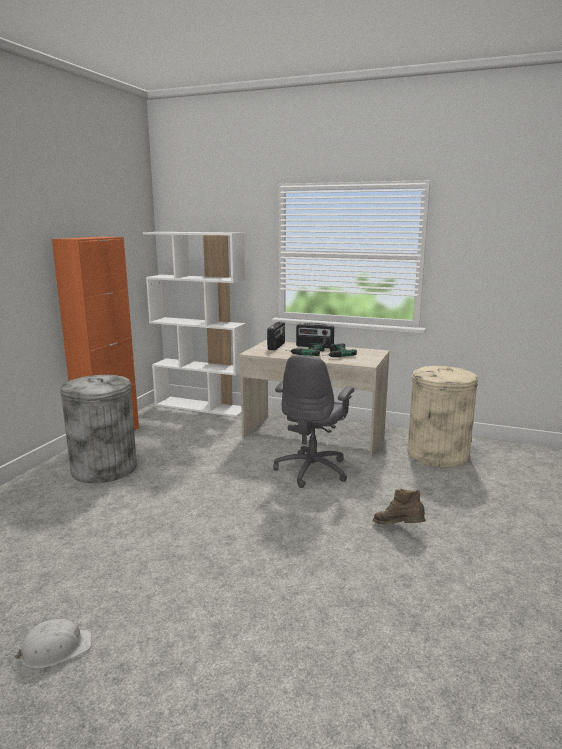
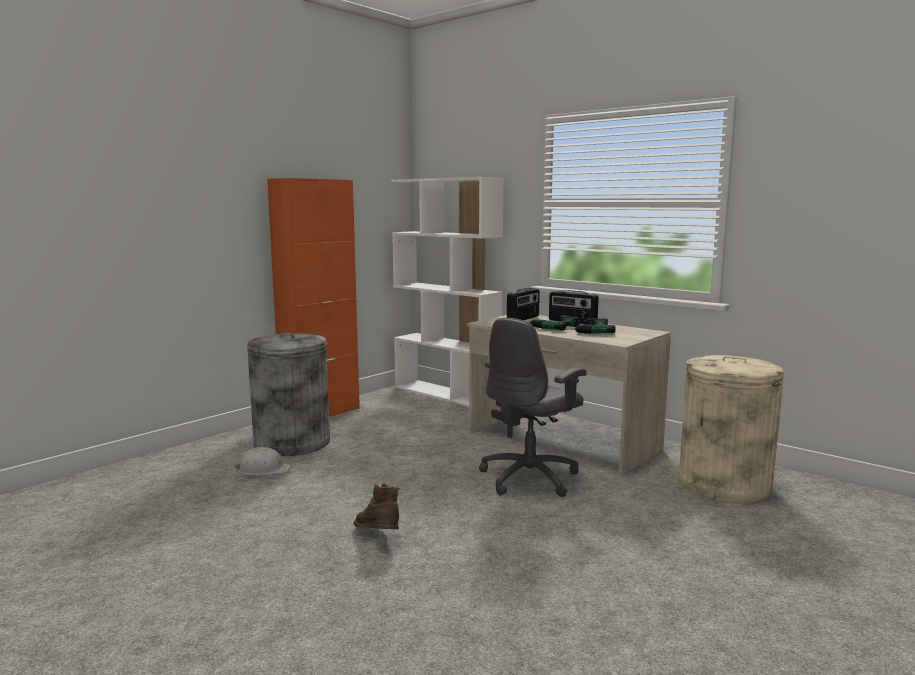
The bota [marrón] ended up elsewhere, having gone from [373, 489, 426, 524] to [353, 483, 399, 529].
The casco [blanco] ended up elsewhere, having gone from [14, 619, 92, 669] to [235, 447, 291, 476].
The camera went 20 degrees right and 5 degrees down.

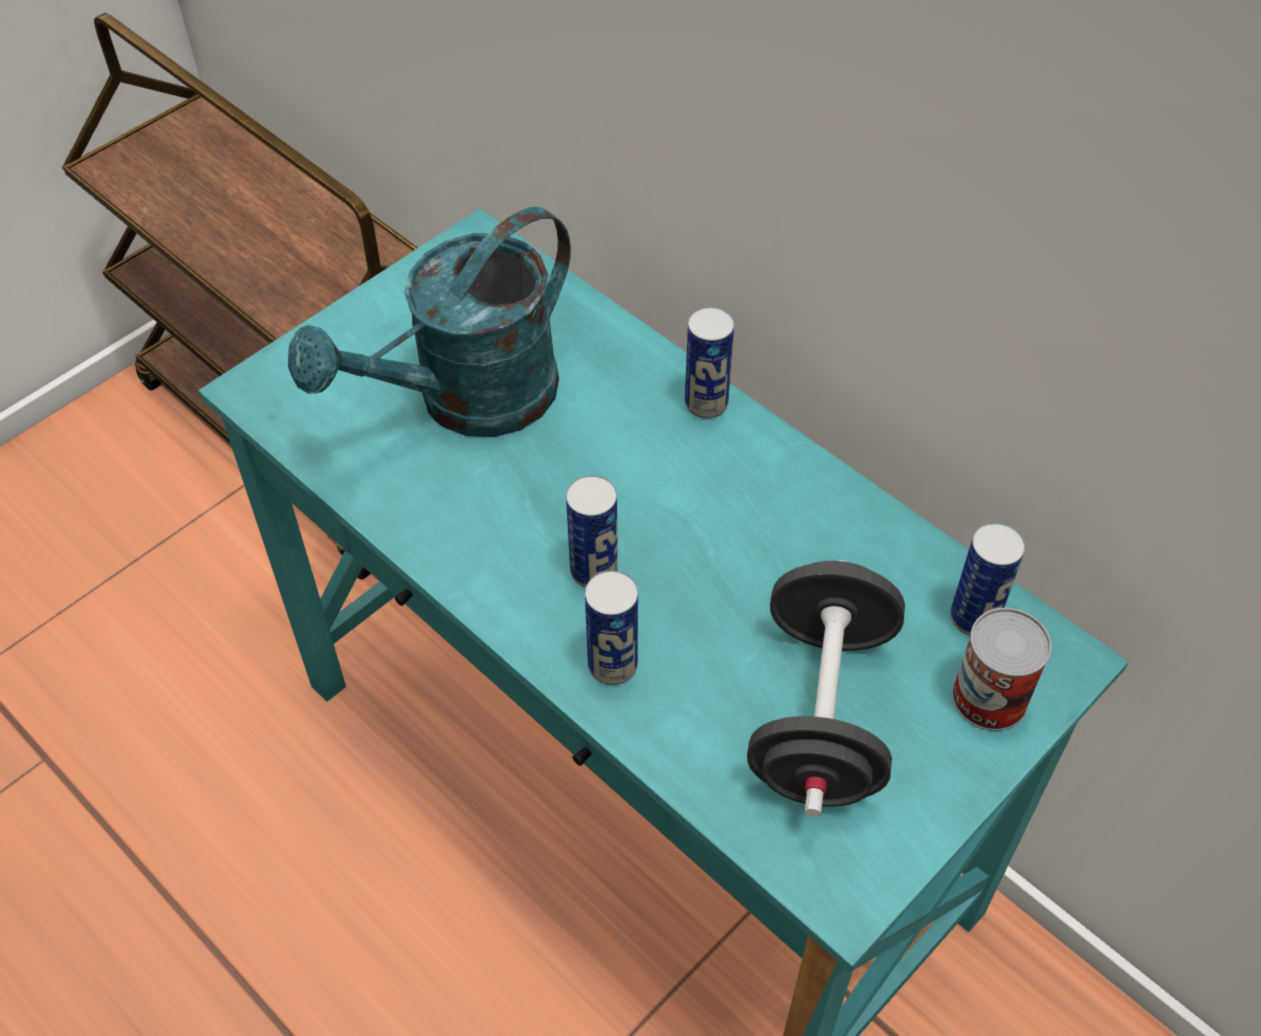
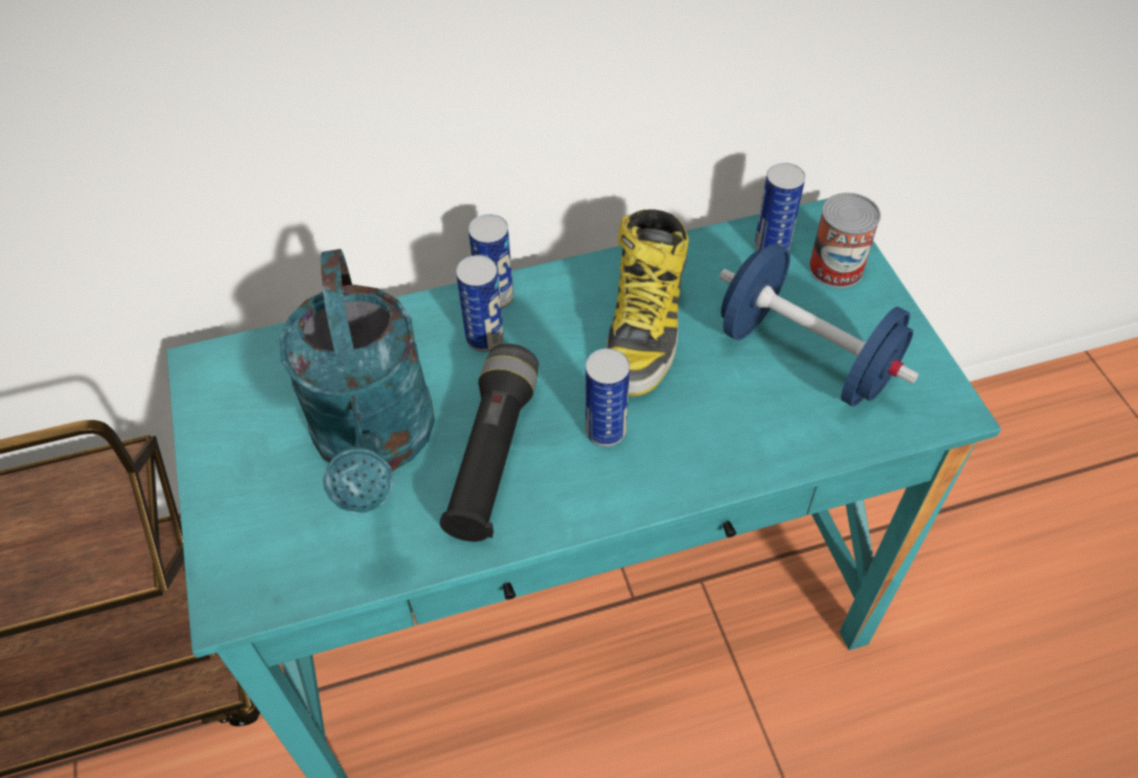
What was the mancuerna [negro] at [747, 560, 905, 817] turned into the mancuerna [azul] at [719, 244, 919, 407].
The lata ended up elsewhere, having gone from [585, 570, 638, 685] to [456, 255, 504, 352].
The second view gained the bota at [605, 209, 689, 397].
The second view gained the linterna [negro] at [440, 344, 539, 542].
The camera went 60 degrees left and 0 degrees up.

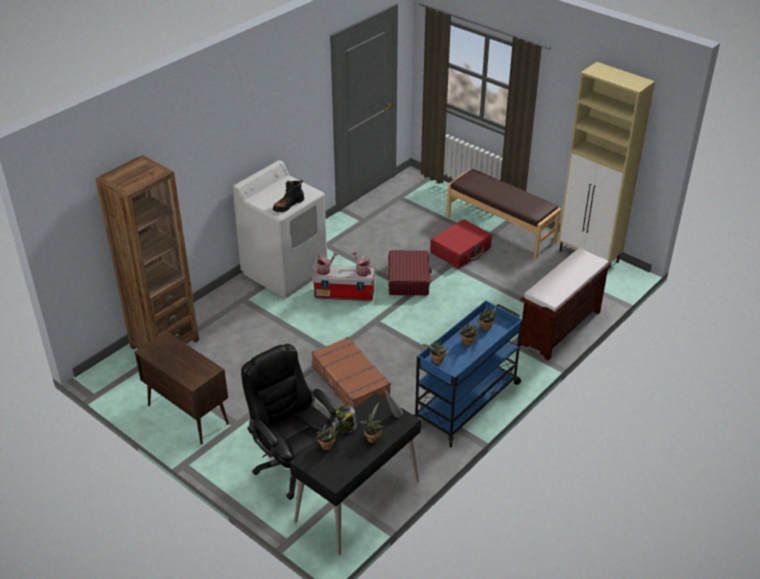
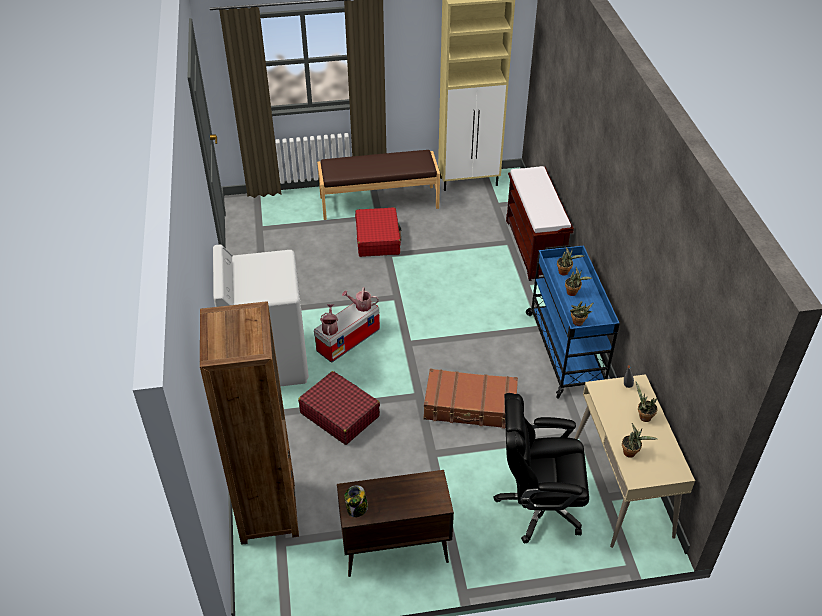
The second view lost the bota [negro] at [273, 180, 304, 212].
The maleta [rojo] ended up elsewhere, having gone from [388, 250, 432, 296] to [298, 371, 380, 445].
What was the escritorio [negro] at [290, 392, 421, 555] turned into the escritorio [beis] at [574, 374, 695, 548].
The tarro ended up elsewhere, having gone from [336, 405, 357, 433] to [344, 485, 368, 517].
The camera went 50 degrees left and 5 degrees up.

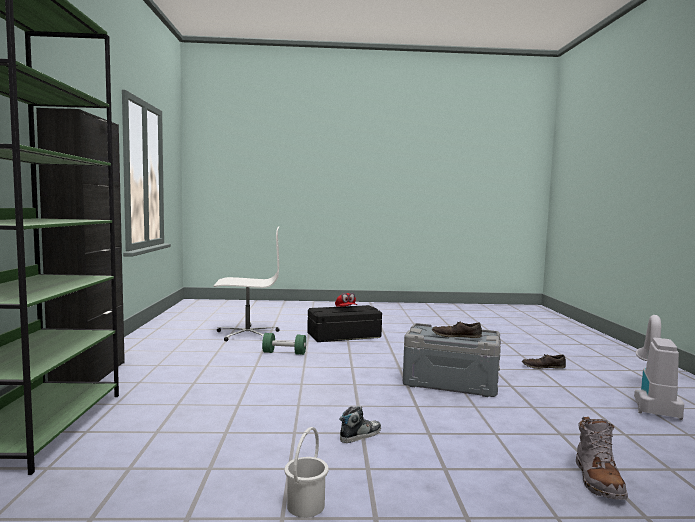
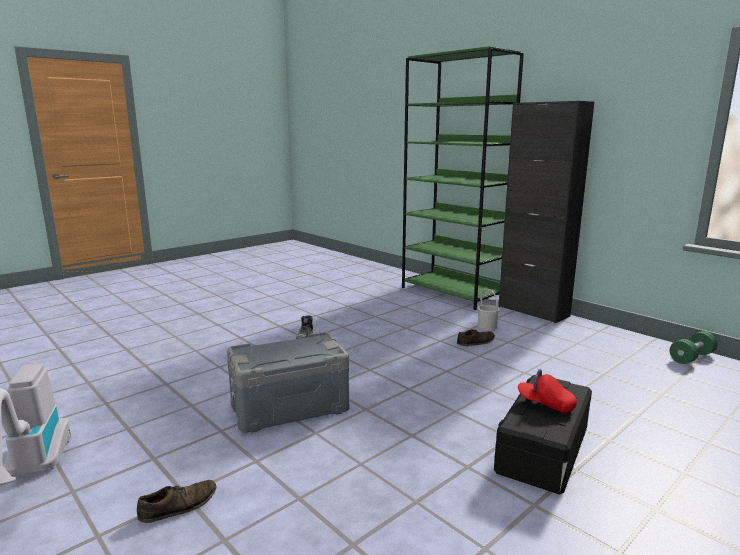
The second view lost the silla de oficina [blanco] at [214, 226, 279, 341].
The zapato [marrón] ended up elsewhere, having gone from [432, 321, 482, 338] to [457, 329, 495, 346].
The mancuerna [verde] ended up elsewhere, having gone from [262, 333, 306, 355] to [670, 331, 717, 364].
The second view lost the bota [gris] at [576, 416, 628, 500].
The cubo [blanco] ended up elsewhere, having gone from [284, 427, 329, 518] to [477, 289, 500, 331].
The camera went 140 degrees right and 10 degrees up.

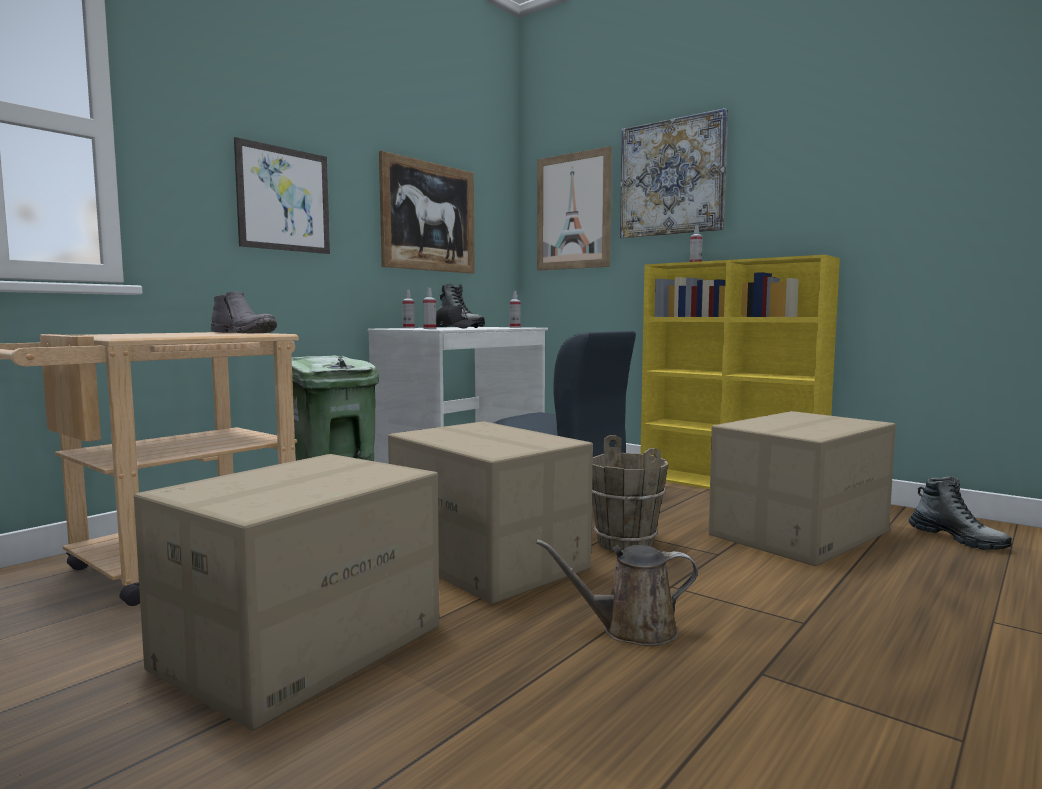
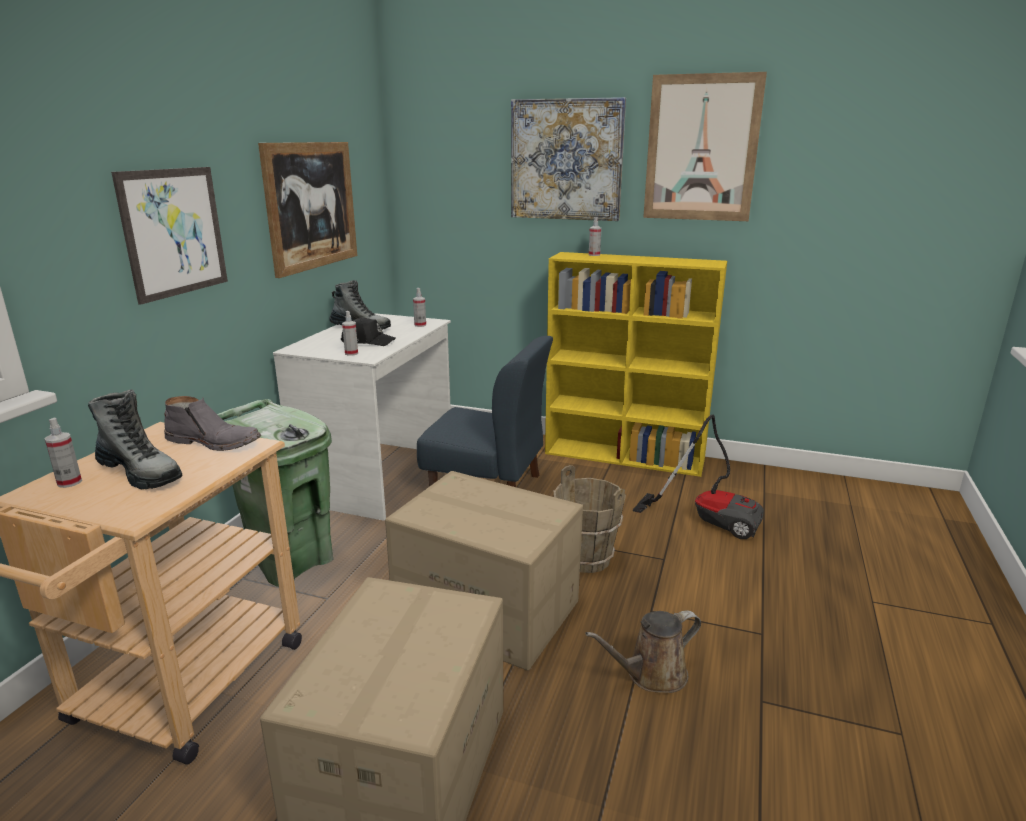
The cuadro ended up elsewhere, having gone from [537, 146, 612, 271] to [643, 72, 767, 221].
The pulverizador ended up elsewhere, having gone from [402, 290, 415, 328] to [44, 418, 82, 488].
Where the caja de cartón stood at [709, 411, 896, 566], the aspiradora came to stand at [633, 415, 764, 539].
The bota ended up elsewhere, having gone from [909, 476, 1012, 550] to [88, 389, 183, 489].
The camera went 20 degrees left and 15 degrees up.

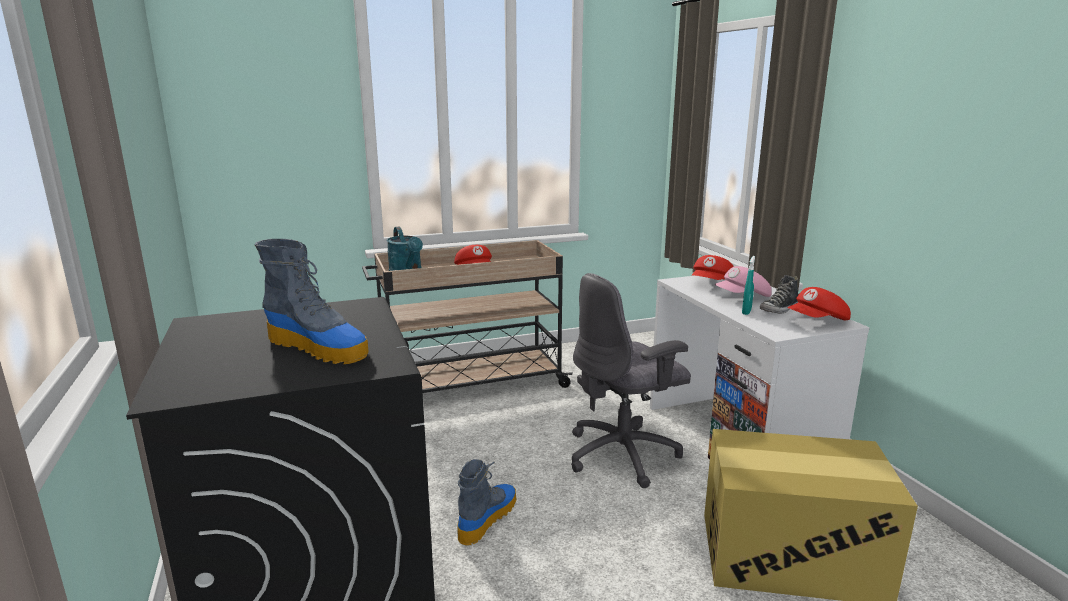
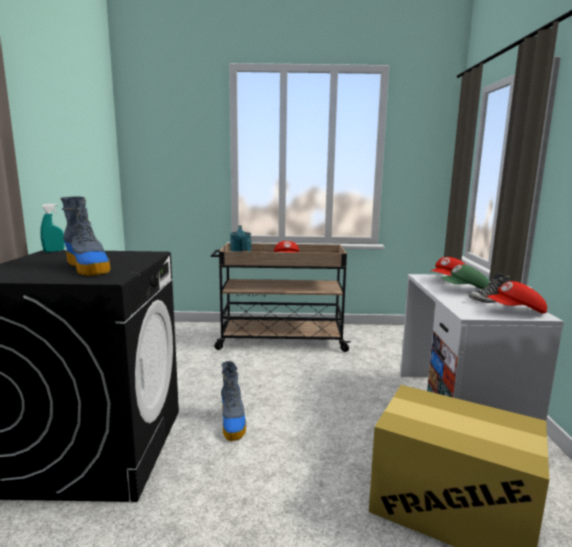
The pulverizador [turquesa] ended up elsewhere, having gone from [742, 256, 755, 315] to [40, 203, 64, 252].
What was the gorra [rosa] at [714, 266, 772, 297] turned into the gorra [verde] at [441, 264, 490, 289].
The second view lost the silla de oficina [gris] at [571, 273, 691, 488].
The bota at [457, 459, 516, 546] ended up facing another way, 120 degrees clockwise from before.
The camera went 20 degrees right and 5 degrees down.

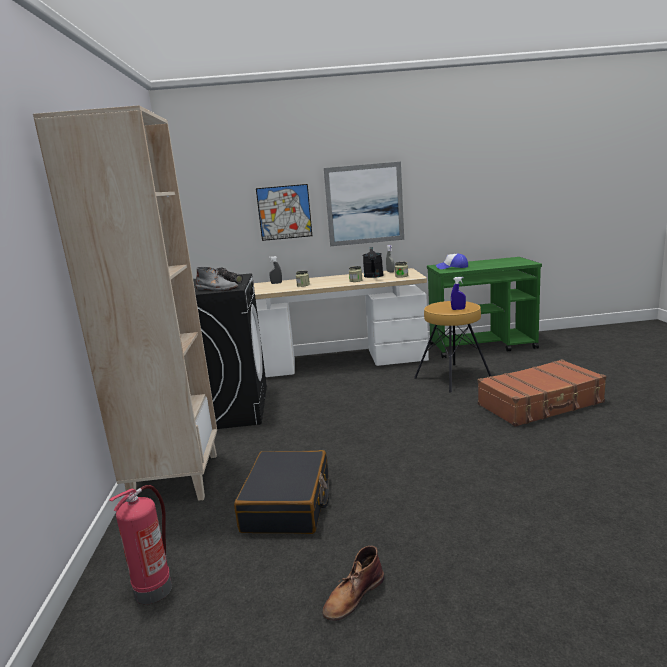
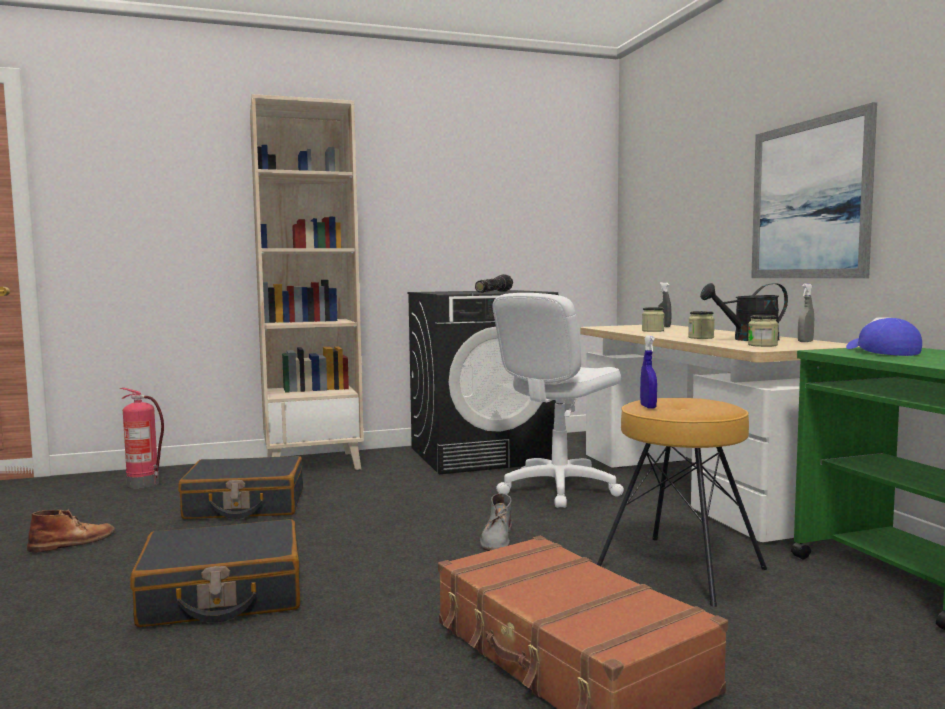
The second view lost the cuadro at [256, 184, 312, 241].
The bota [gris] ended up elsewhere, having gone from [196, 267, 238, 291] to [480, 493, 512, 551].
The bota [marrón] at [323, 546, 384, 621] ended up facing another way, 105 degrees clockwise from before.
The second view gained the silla de oficina [blanco] at [493, 293, 624, 508].
The second view gained the maleta [negro] at [130, 519, 300, 627].
The camera went 75 degrees right and 10 degrees down.

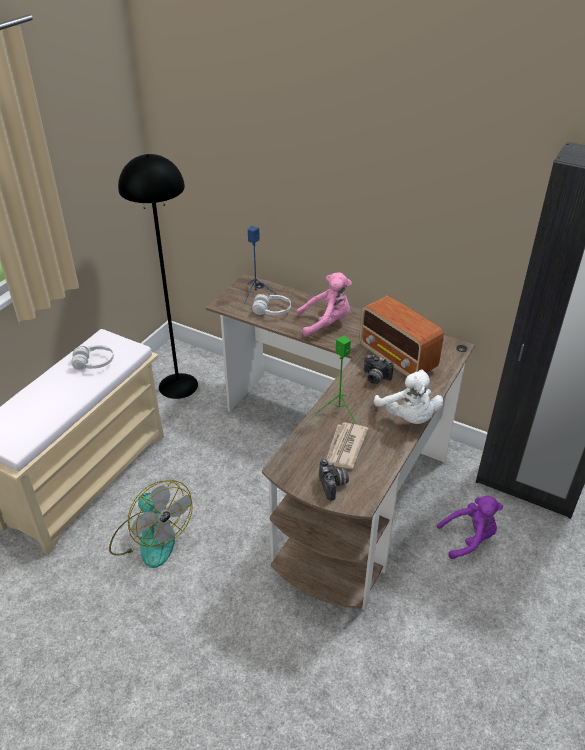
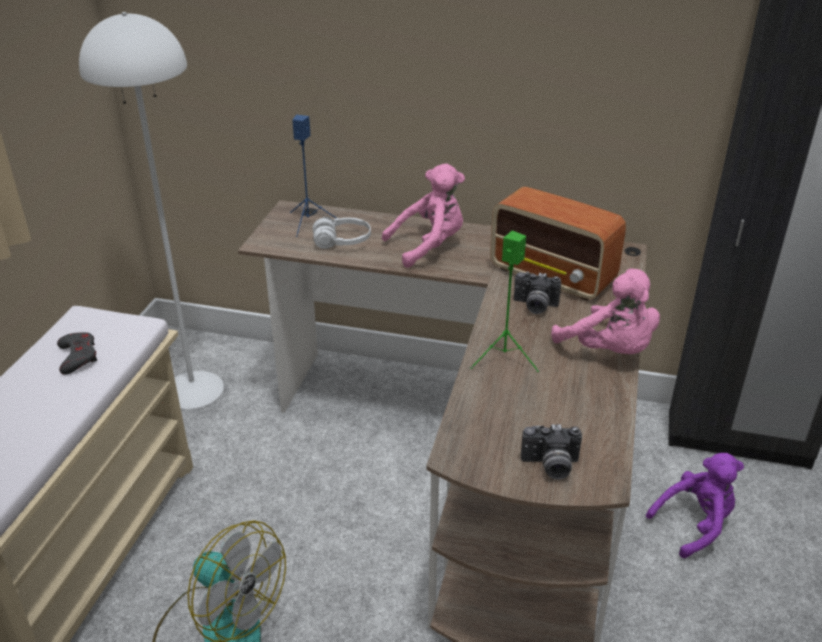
What was the lámpara de pie [negro] at [118, 154, 198, 399] turned into the lámpara de pie [blanco] at [79, 12, 224, 409].
Where the auriculares [blanco] stood at [71, 345, 114, 370], the mando de consola [gris] came to stand at [57, 332, 97, 375].
What was the peluche [blanco] at [374, 370, 444, 424] turned into the peluche [rosa] at [551, 268, 660, 354].
The second view lost the periódico at [327, 422, 368, 469].
The cámara at [319, 459, 349, 501] ended up facing another way, 120 degrees clockwise from before.
The camera went 15 degrees left and 5 degrees down.

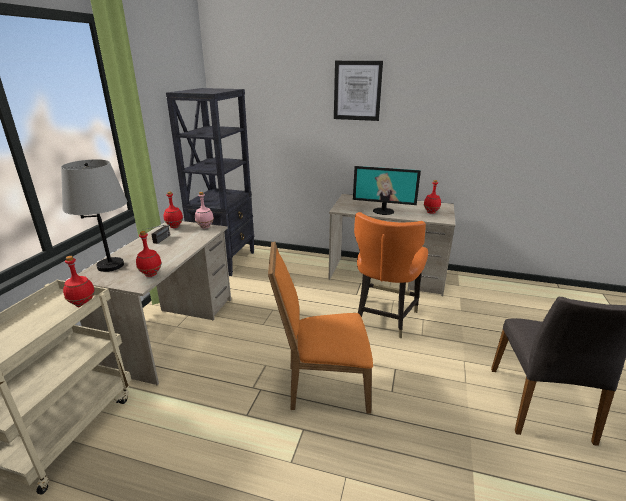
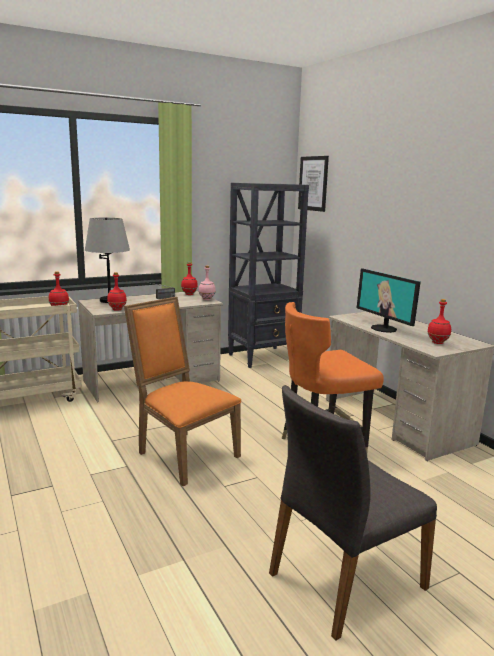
The cuadro ended up elsewhere, having gone from [334, 61, 383, 121] to [298, 156, 329, 212].
The camera went 45 degrees right and 10 degrees down.

